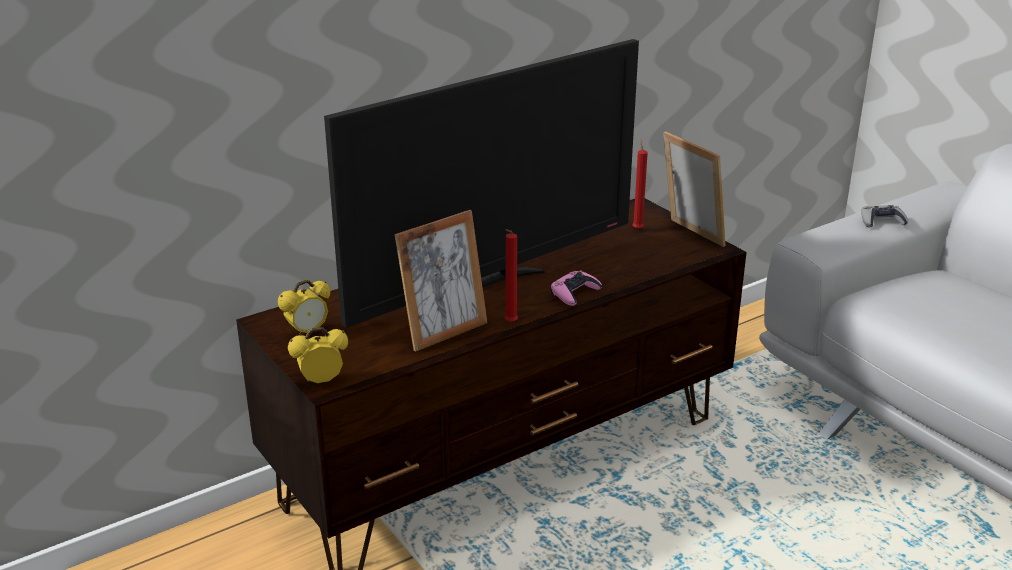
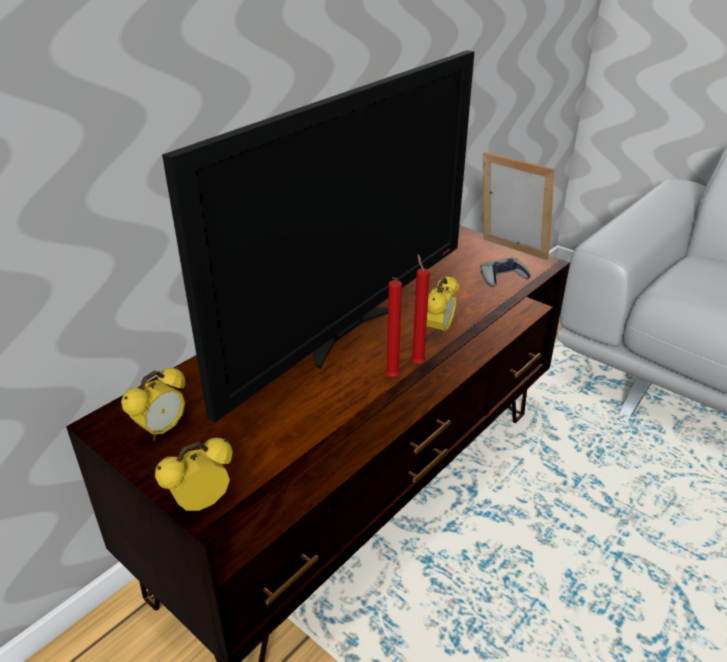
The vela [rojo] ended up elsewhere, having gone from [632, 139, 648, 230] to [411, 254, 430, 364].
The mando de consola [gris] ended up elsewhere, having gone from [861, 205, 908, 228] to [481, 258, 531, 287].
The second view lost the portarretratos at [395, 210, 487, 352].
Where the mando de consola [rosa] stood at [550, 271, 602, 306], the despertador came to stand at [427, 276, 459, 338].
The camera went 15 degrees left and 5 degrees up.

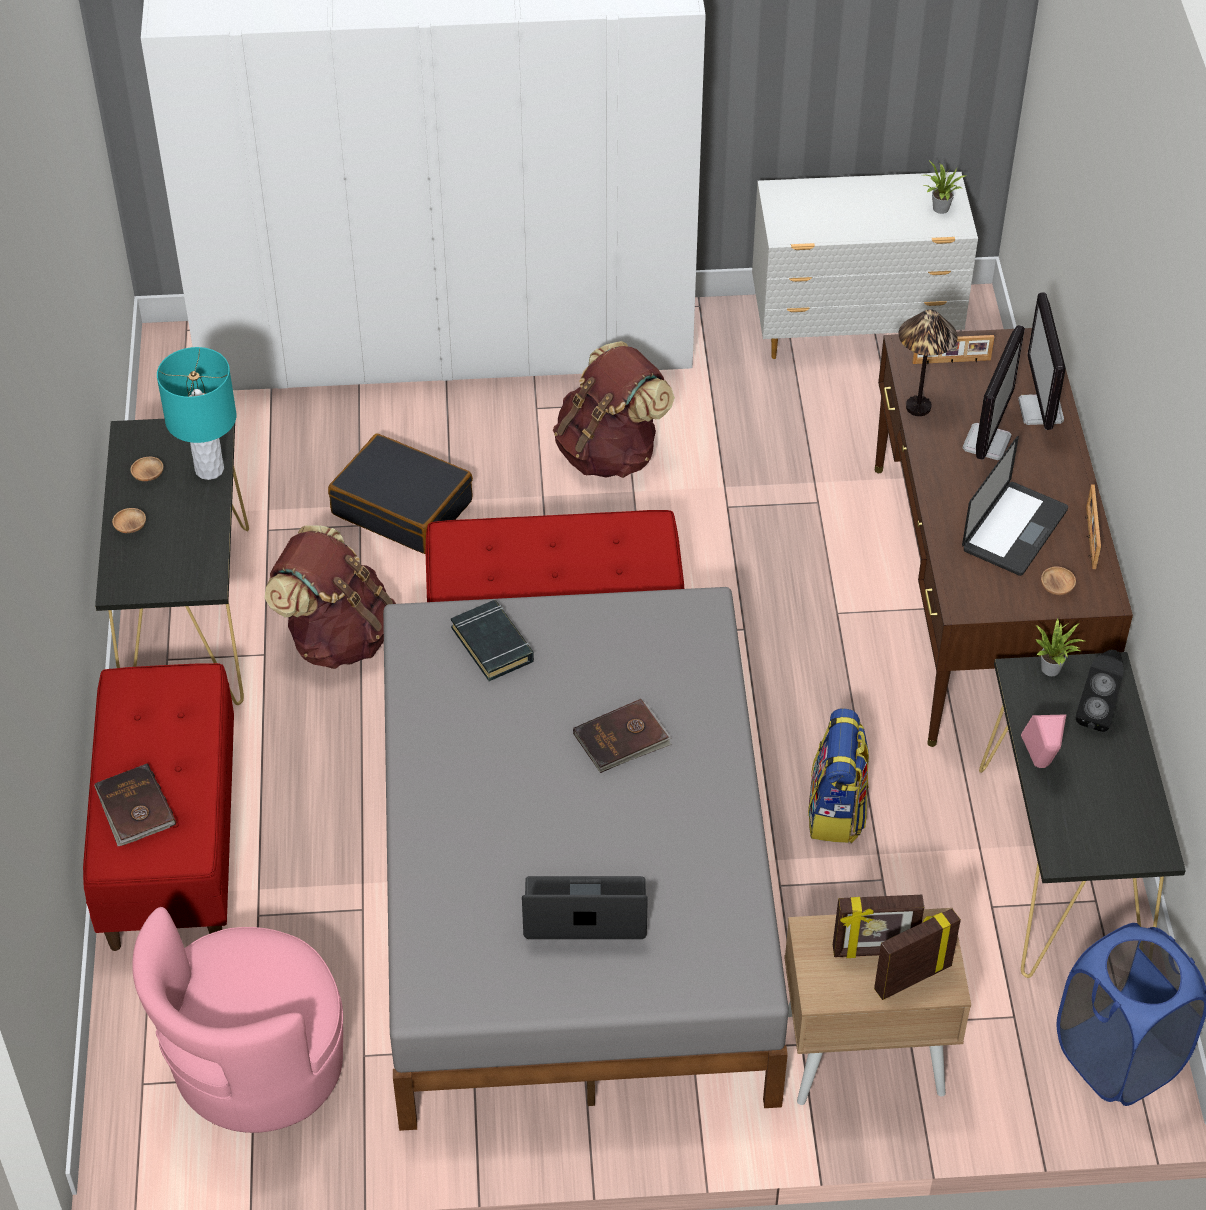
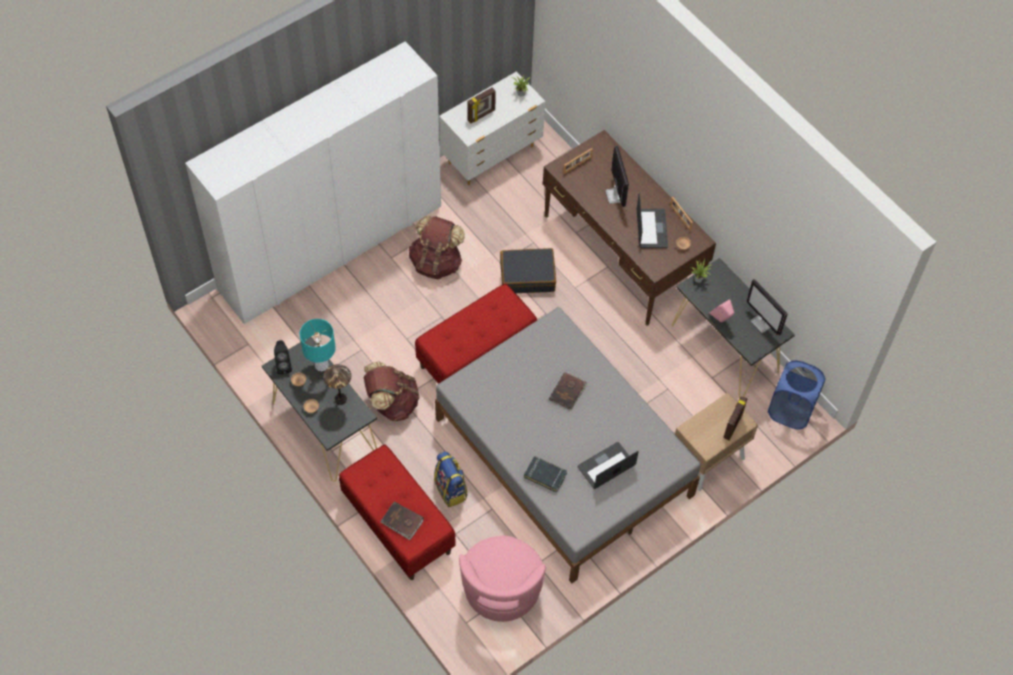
The monitor ended up elsewhere, having gone from [1018, 292, 1066, 430] to [746, 279, 788, 336].
The lámpara de mesa ended up elsewhere, having gone from [899, 309, 958, 416] to [323, 364, 351, 405].
The maleta [negro] ended up elsewhere, having gone from [328, 433, 473, 554] to [500, 248, 556, 293].
The libro [negro] ended up elsewhere, having gone from [451, 600, 534, 681] to [524, 456, 567, 493].
The altavoz [negro] ended up elsewhere, having gone from [1075, 650, 1124, 732] to [274, 340, 292, 374].
The mochila ended up elsewhere, having gone from [808, 708, 869, 843] to [434, 452, 468, 507].
The portarretratos ended up elsewhere, having gone from [833, 895, 924, 958] to [468, 87, 496, 123].
The camera went 35 degrees left and 10 degrees up.

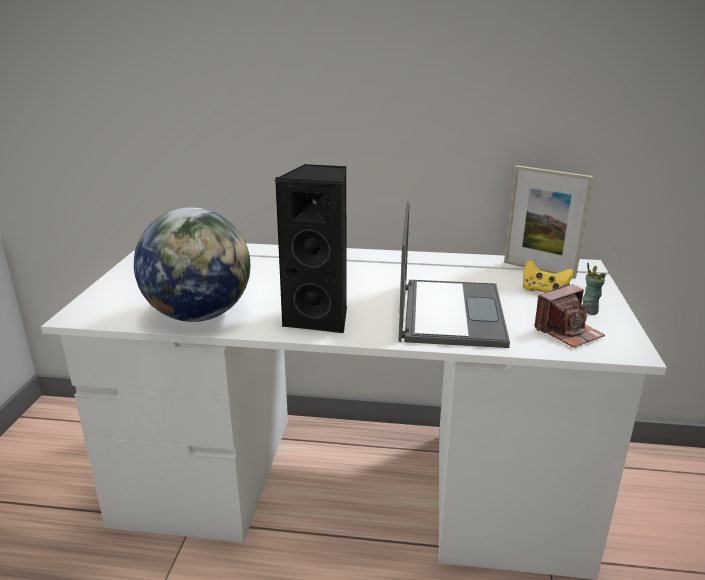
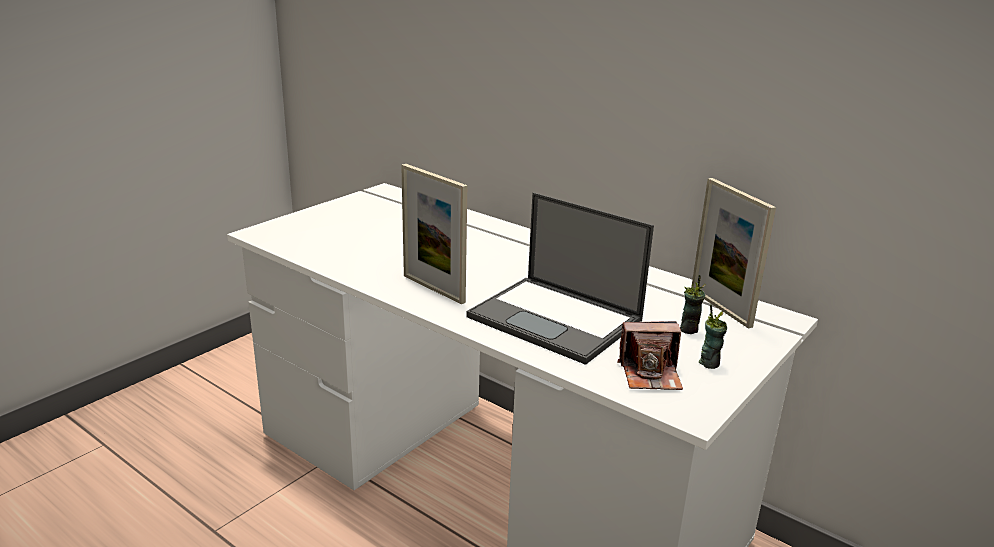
Where the altavoz [negro] stood at [274, 164, 347, 333], the portarretratos came to stand at [401, 164, 467, 304].
The portátil at [399, 202, 510, 348] ended up facing another way, 90 degrees clockwise from before.
The second view lost the globo terráqueo at [134, 207, 250, 322].
Where the mando de consola [amarillo] stood at [523, 260, 573, 293], the taza came to stand at [680, 275, 706, 334].
The camera went 30 degrees right and 0 degrees up.

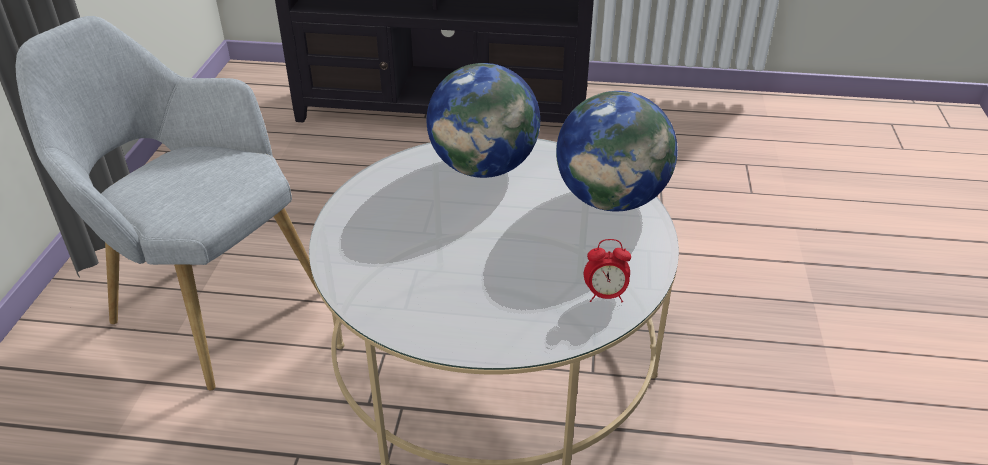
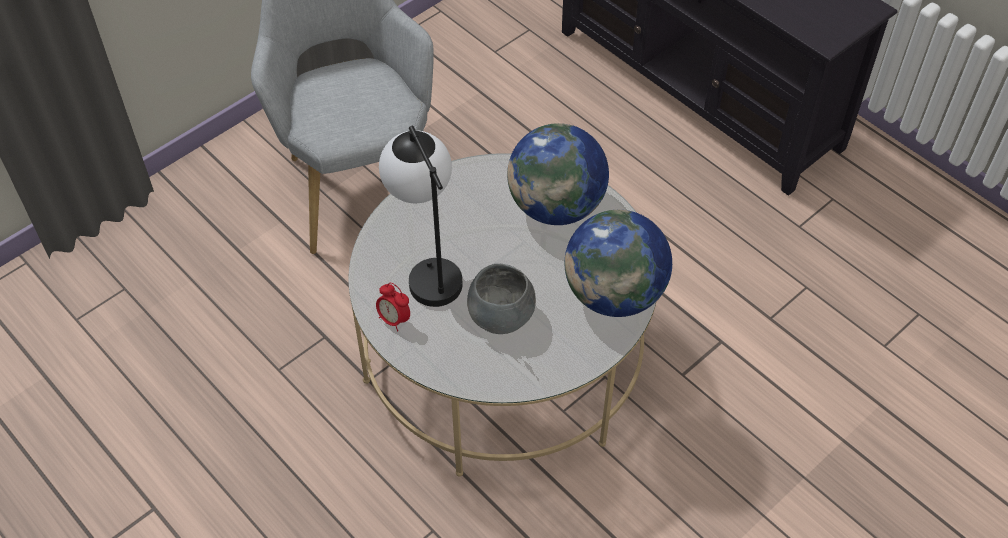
The despertador ended up elsewhere, having gone from [584, 239, 631, 302] to [376, 283, 410, 332].
The second view gained the lámpara de mesa at [379, 126, 463, 307].
The second view gained the cuenco [gris] at [467, 264, 536, 334].
The camera went 40 degrees right and 15 degrees up.

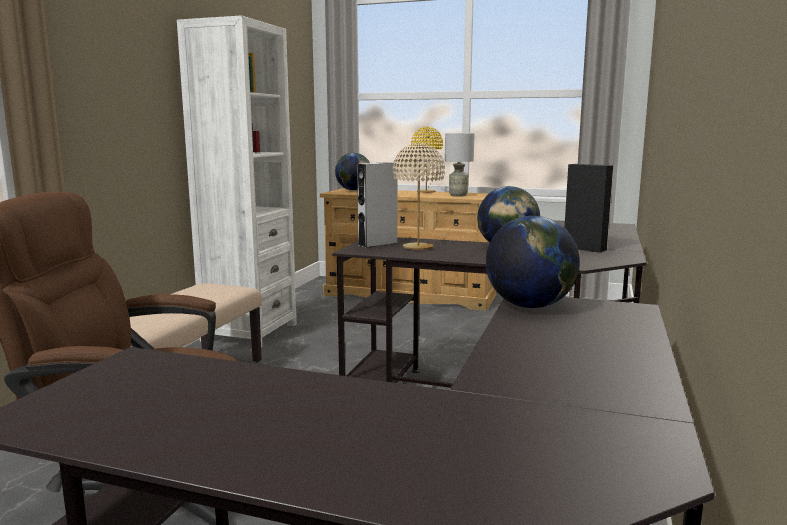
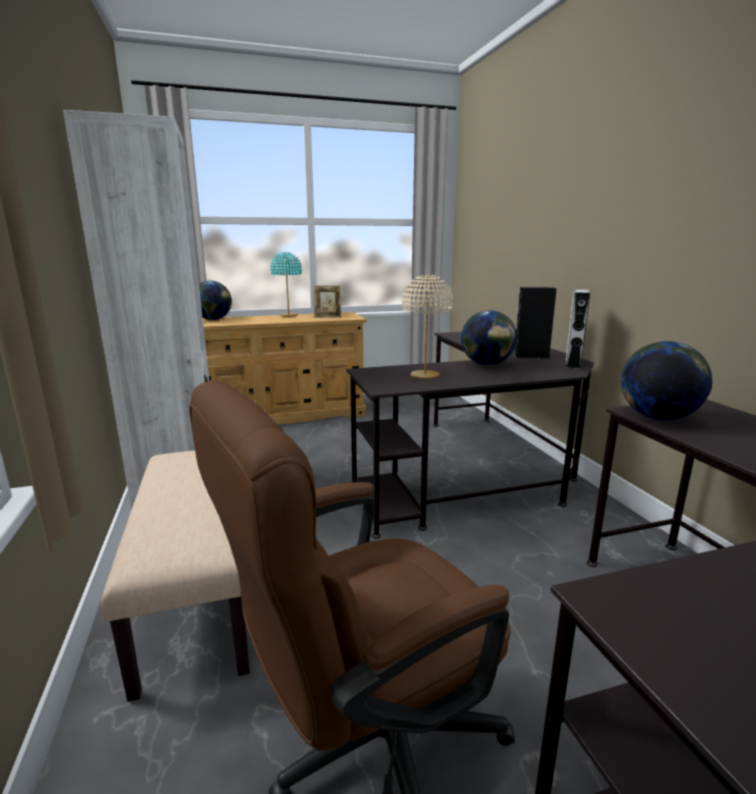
What was the lámpara de mesa [amarillo] at [411, 127, 443, 193] turned into the lámpara de mesa [turquesa] at [270, 252, 302, 317].
Where the lámpara de mesa [gris] stood at [445, 133, 475, 197], the portarretratos came to stand at [313, 285, 342, 318].
The altavoz [gris] ended up elsewhere, having gone from [357, 162, 398, 248] to [565, 289, 590, 369].
The camera went 35 degrees left and 5 degrees up.

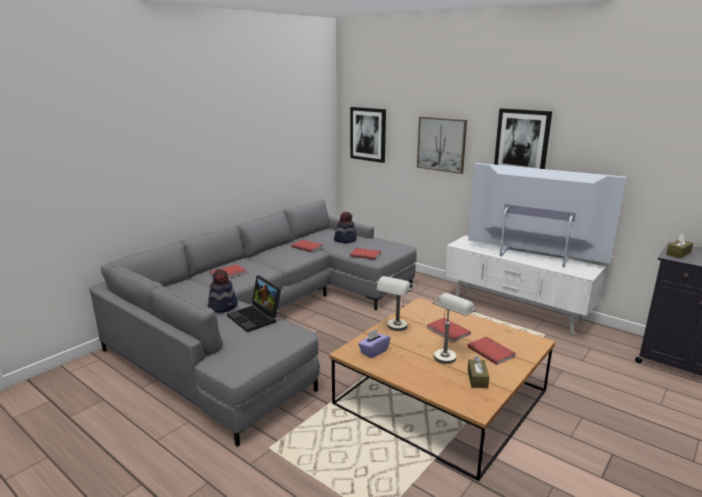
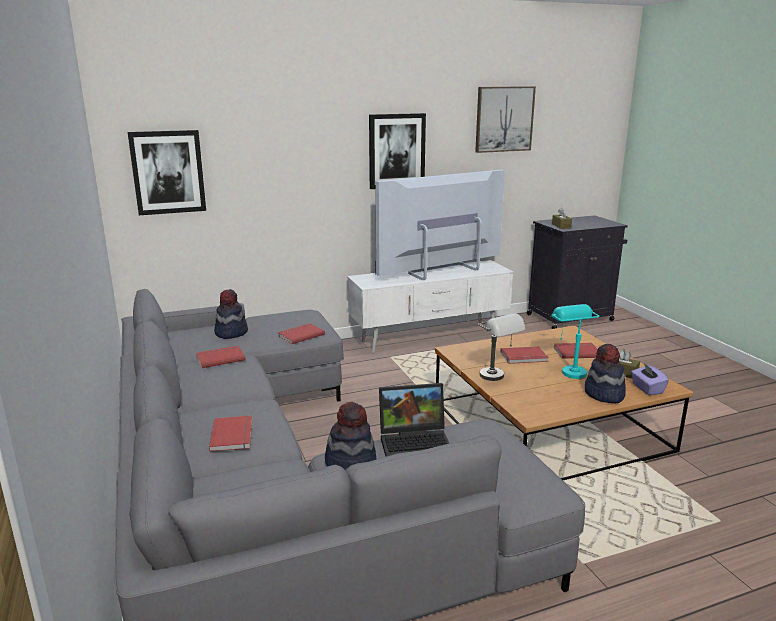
The cuadro ended up elsewhere, having gone from [417, 117, 467, 174] to [475, 86, 536, 153].
What was the lámpara de mesa [gris] at [432, 293, 476, 364] turned into the lámpara de mesa [turquesa] at [551, 304, 599, 379].
The caja de pañuelos [morado] ended up elsewhere, having gone from [358, 329, 390, 358] to [631, 363, 669, 395].
The second view gained the sombrero at [585, 344, 626, 403].
The camera went 60 degrees left and 0 degrees up.

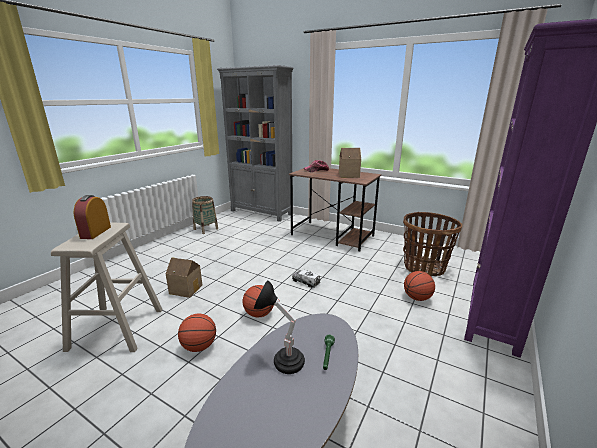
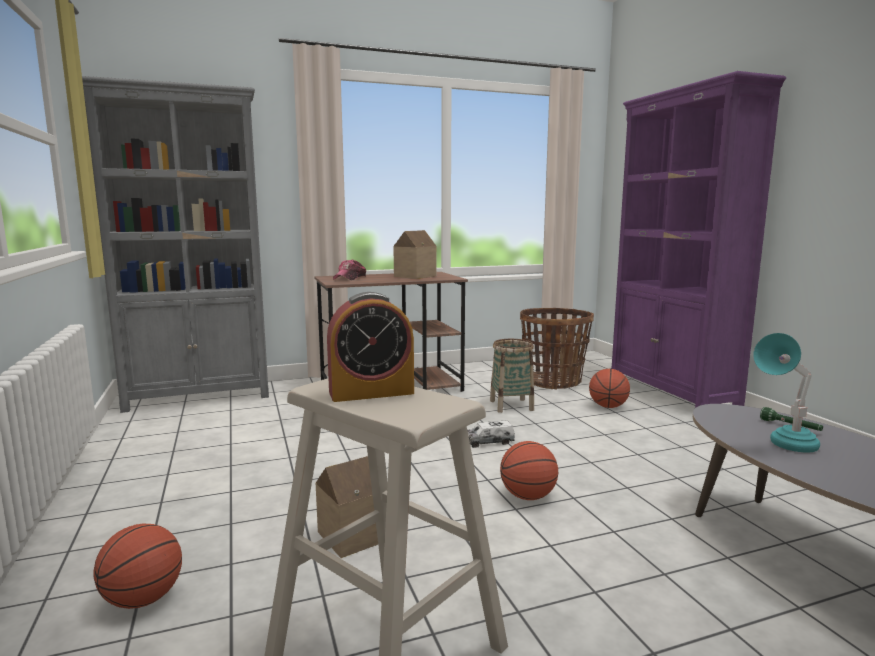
The despertador at [74, 195, 111, 239] ended up facing another way, 60 degrees counterclockwise from before.
The cesta ended up elsewhere, having gone from [192, 196, 218, 234] to [490, 339, 534, 413].
What was the lámpara de mesa [negro] at [254, 280, 305, 374] turned into the lámpara de mesa [turquesa] at [753, 333, 820, 453].
The balón de baloncesto ended up elsewhere, having gone from [178, 313, 216, 352] to [94, 524, 182, 609].
The camera went 50 degrees left and 10 degrees down.

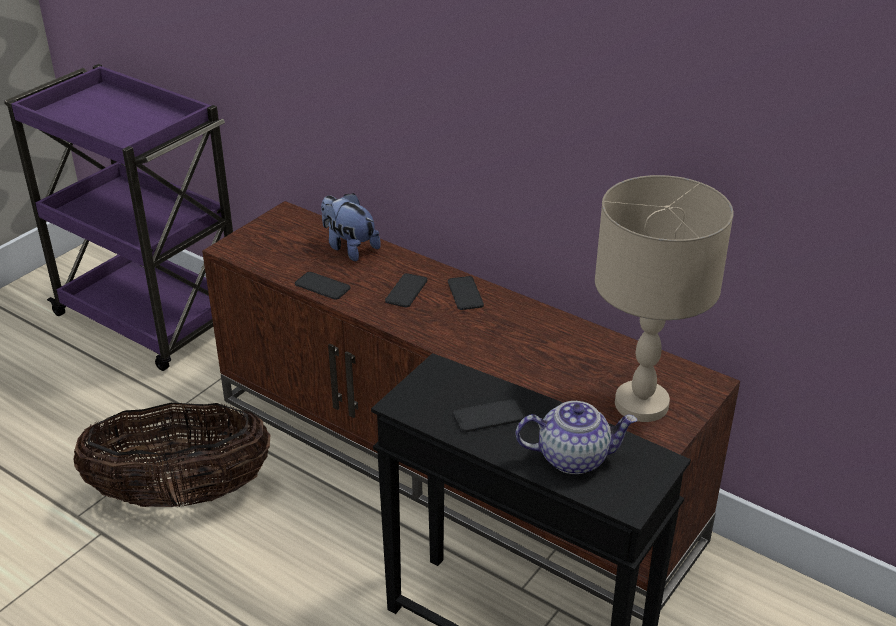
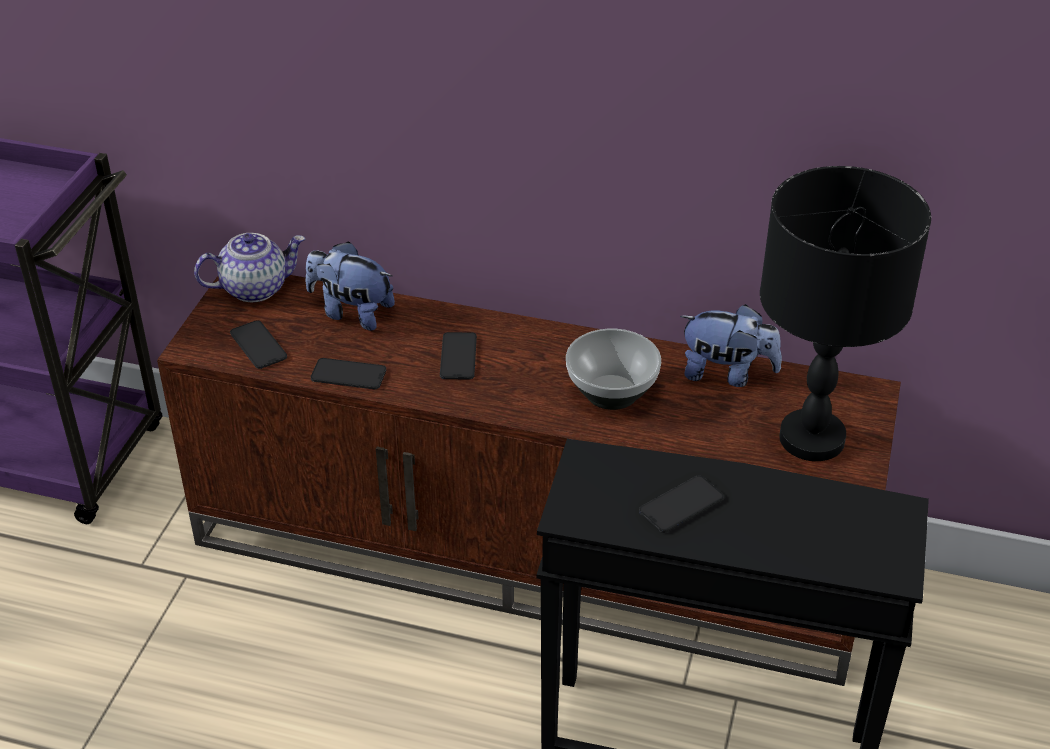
What was the lámpara de mesa [beis] at [595, 175, 734, 422] turned into the lámpara de mesa [negro] at [760, 166, 931, 461].
The móvil ended up elsewhere, having gone from [448, 276, 484, 310] to [230, 320, 287, 369].
The tetera ended up elsewhere, having gone from [516, 401, 637, 474] to [194, 233, 305, 302].
The second view lost the cesta at [73, 403, 270, 507].
The second view gained the peluche at [680, 304, 782, 387].
The second view gained the cuenco at [566, 329, 661, 410].
The camera went 20 degrees left and 5 degrees up.

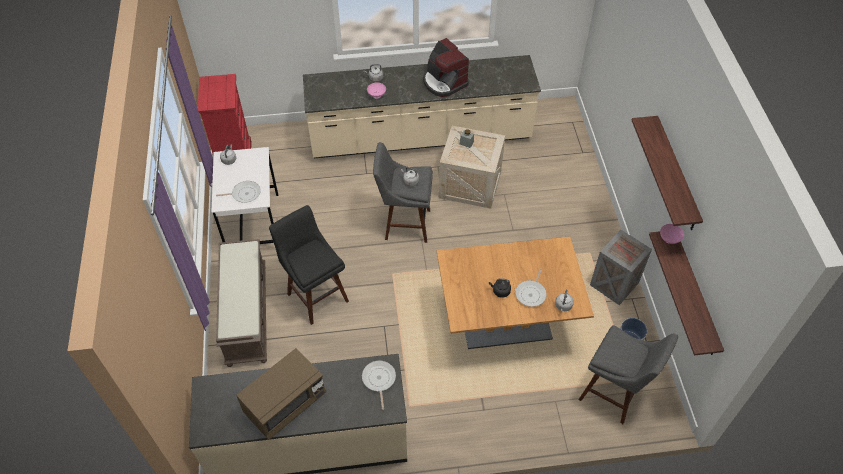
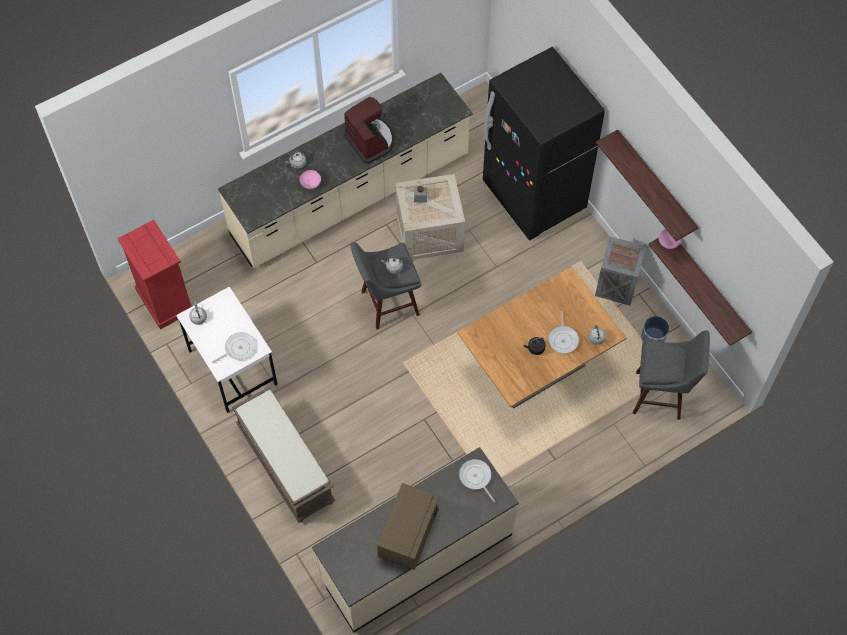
The cafetera at [423, 38, 469, 97] ended up facing another way, 150 degrees counterclockwise from before.
The second view lost the taburete [negro] at [269, 205, 349, 325].
The second view gained the nevera [negro] at [483, 47, 605, 240].
The camera went 25 degrees left and 10 degrees up.

